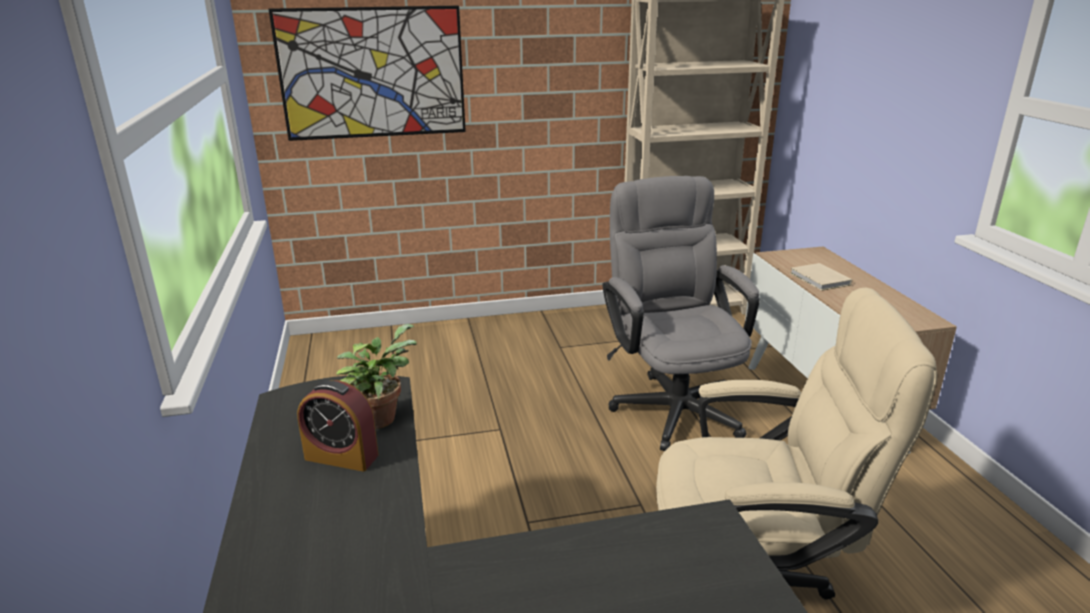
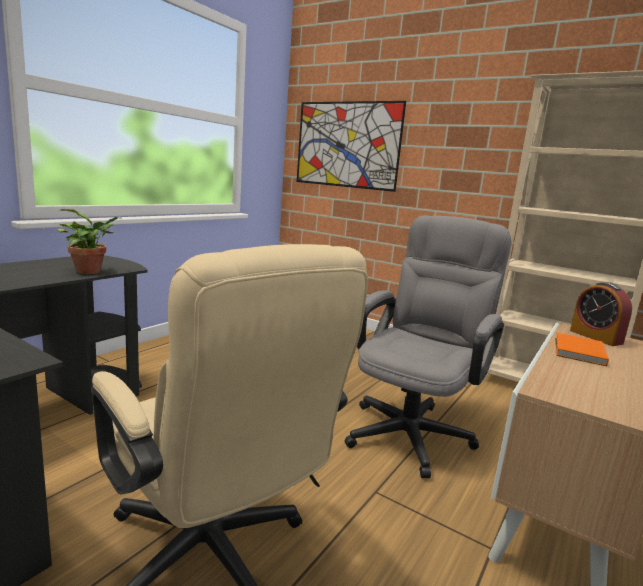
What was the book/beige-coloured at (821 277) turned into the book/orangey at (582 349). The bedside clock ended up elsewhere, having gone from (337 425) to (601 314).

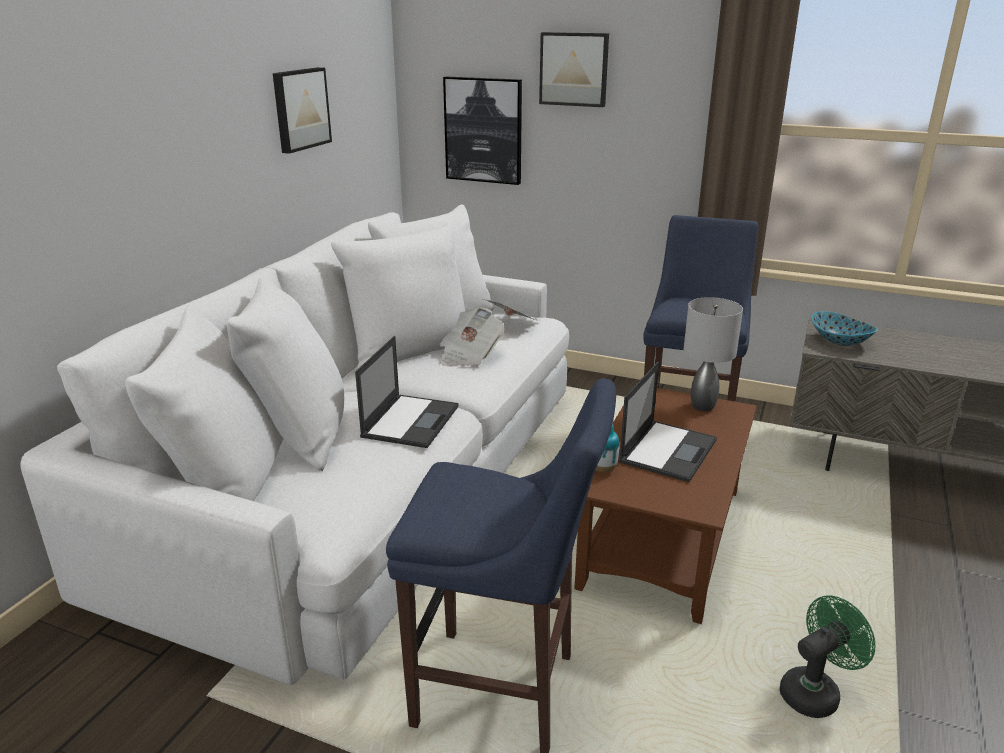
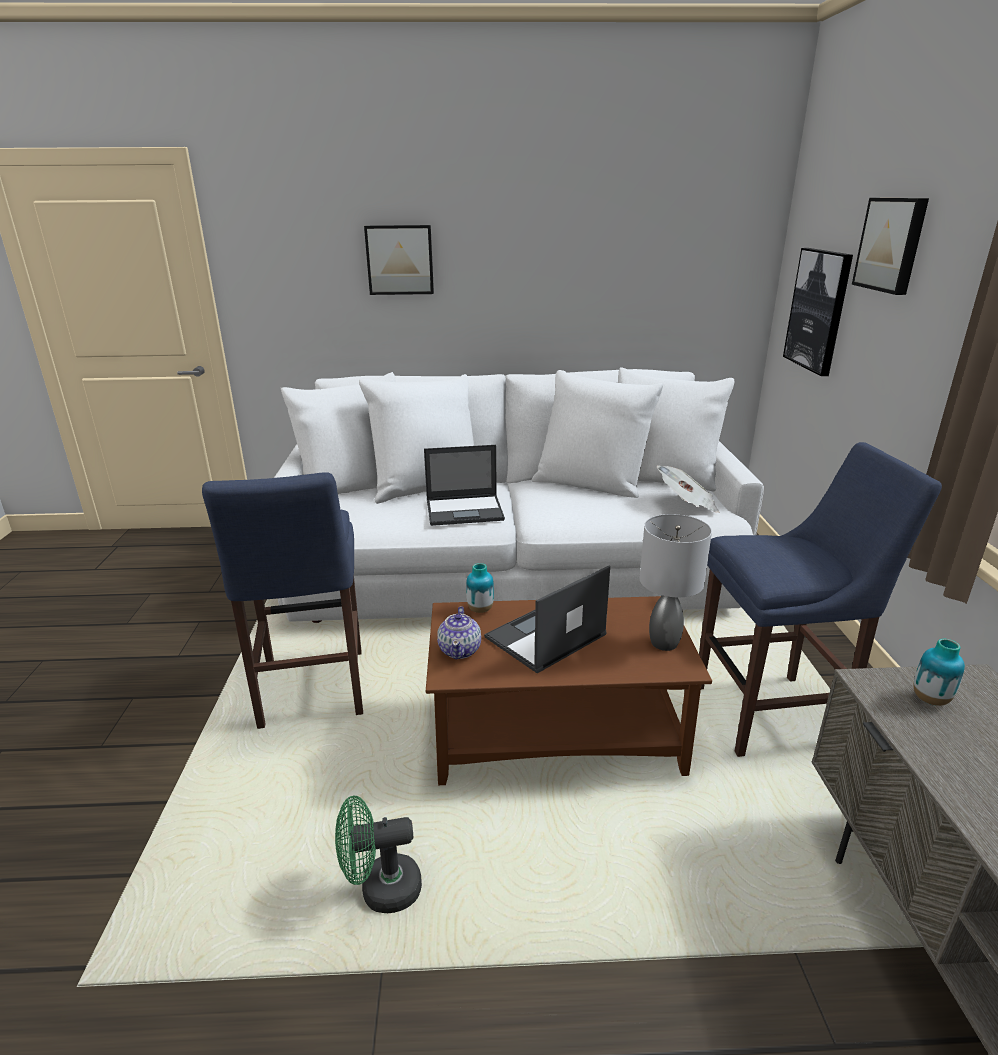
The cooling fan/green at (827 656) ended up facing another way, 135 degrees clockwise from before. The wall art ended up elsewhere, having gone from (302 110) to (399 260). The second view gained the tea pot at (459 633). The portable computer at (668 422) ended up facing another way, 135 degrees clockwise from before. Where the bowl stood at (844 328), the vase came to stand at (939 672). The second view lost the daily paper at (471 337).

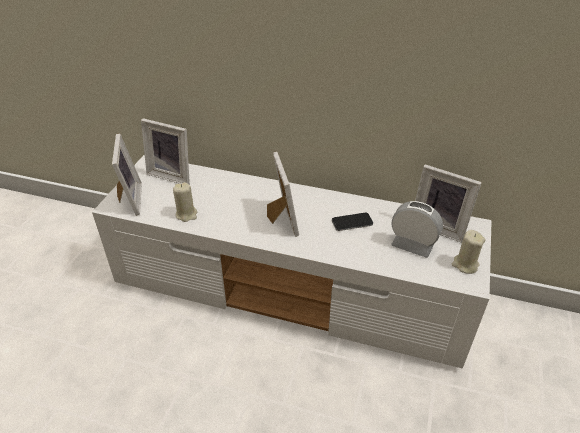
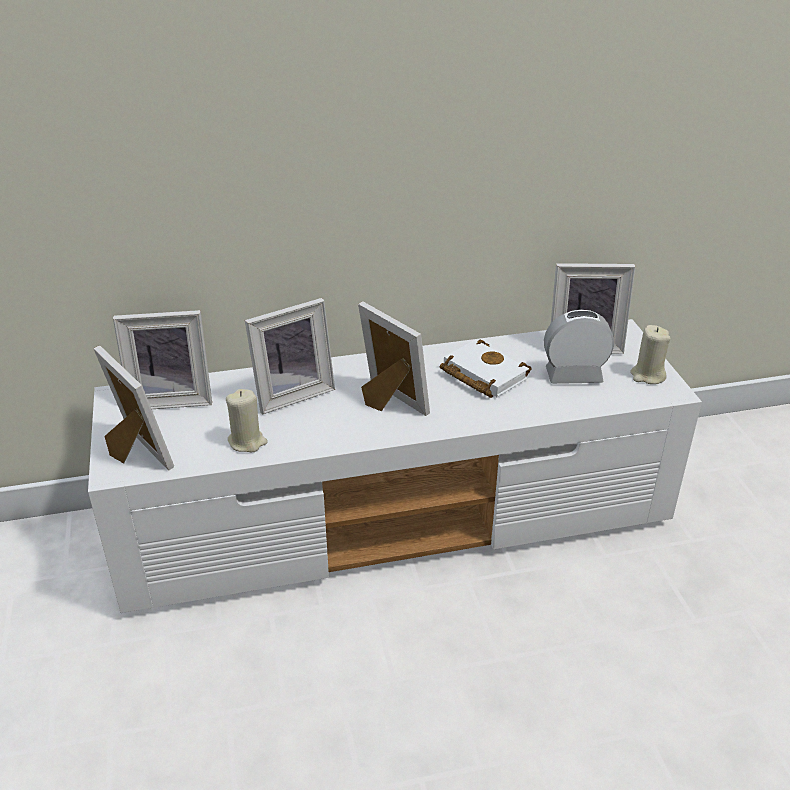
The second view gained the picture frame at (290 356). Where the telephone stood at (352 222), the book/white-coloured came to stand at (485 368).

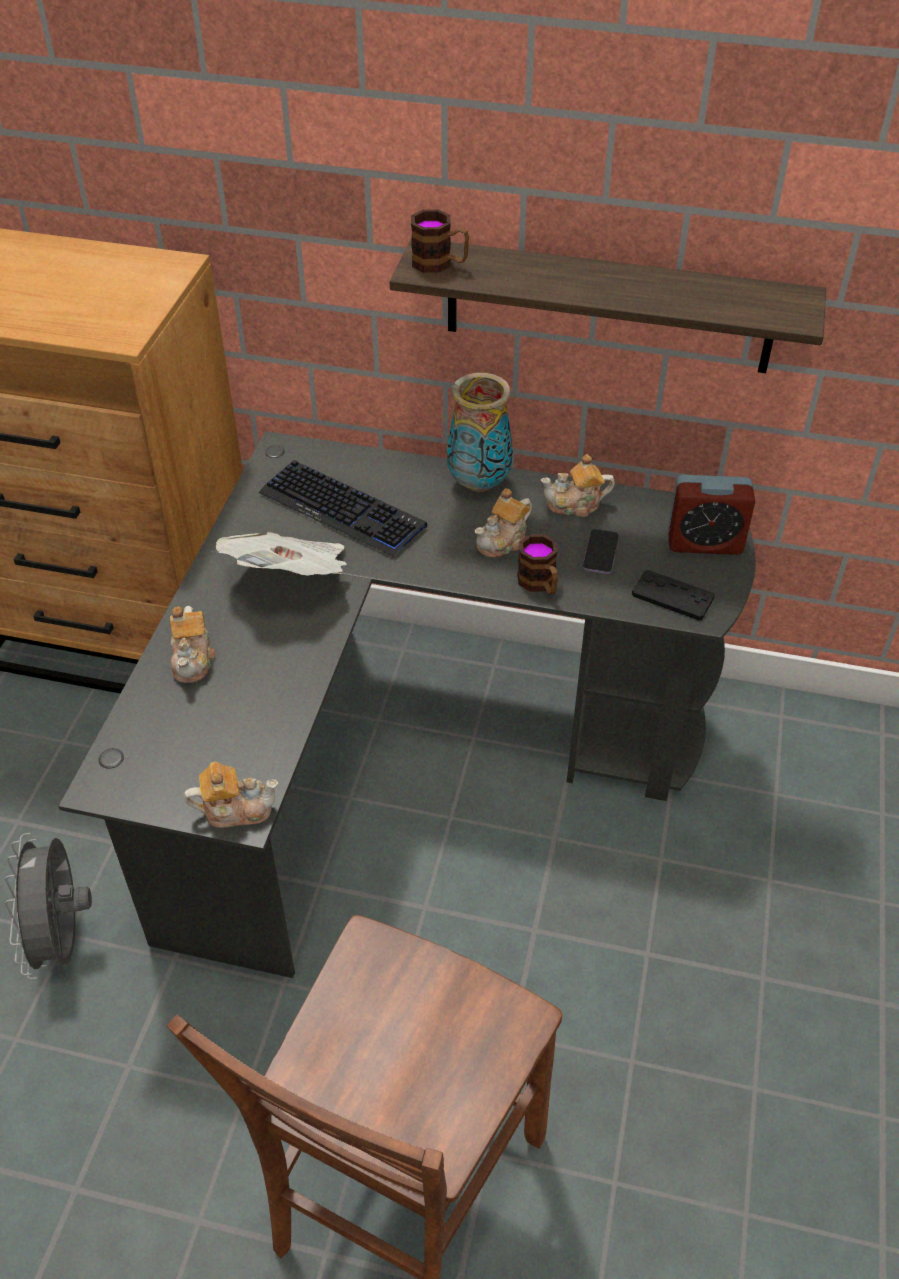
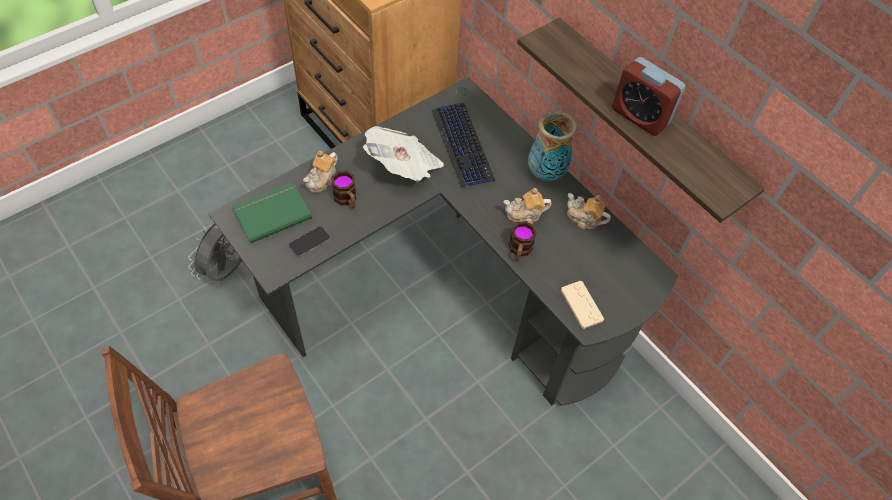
The second view gained the book/green at (272 212). The telephone ended up elsewhere, having gone from (600 551) to (309 241). The mug ended up elsewhere, having gone from (440 241) to (343 189). What was the game controller/black at (673 595) turned into the game controller/beige-coloured at (582 305). The bedside clock ended up elsewhere, having gone from (711 515) to (648 96). The second view lost the tea pot at (231 795).

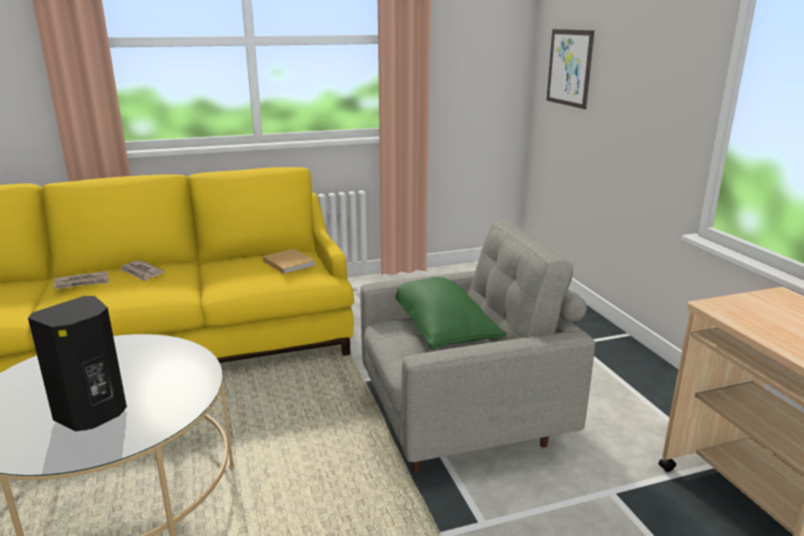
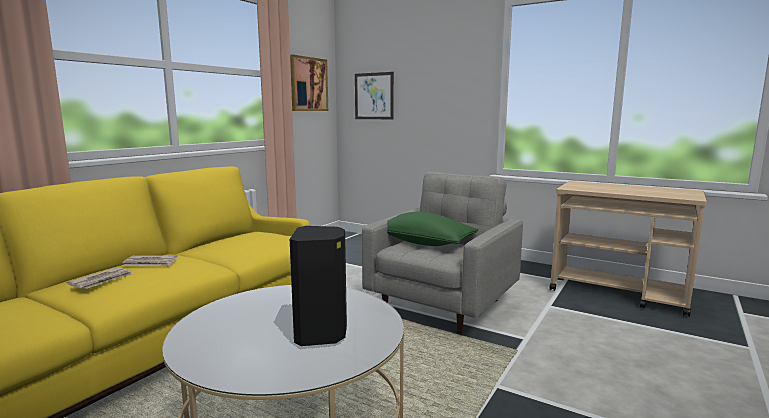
The second view gained the wall art at (309 82). The second view lost the book/beige-coloured at (289 261).

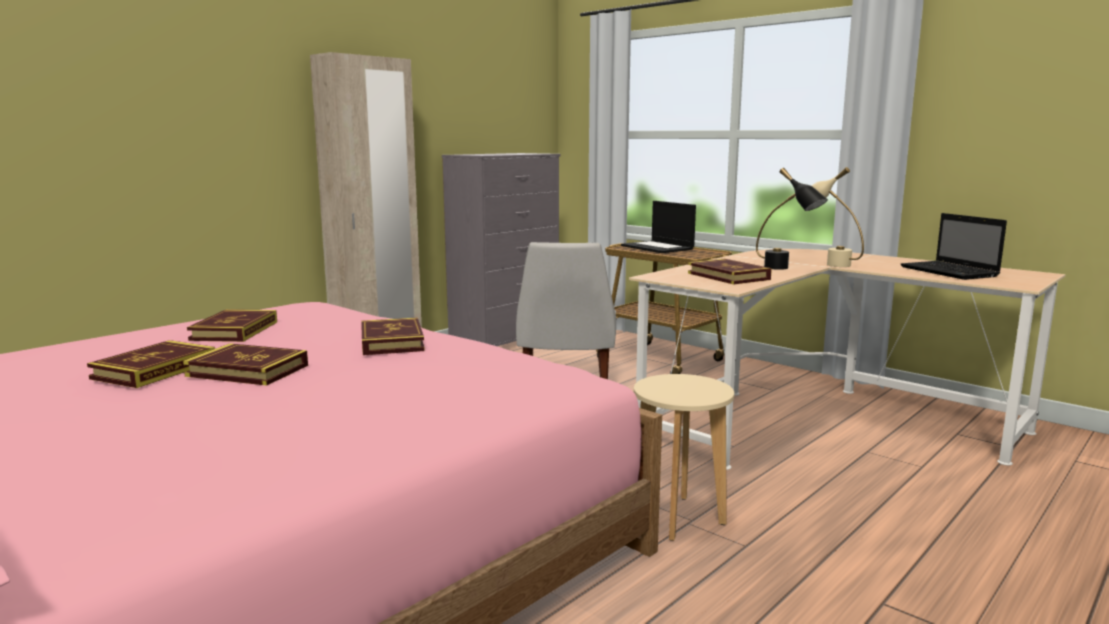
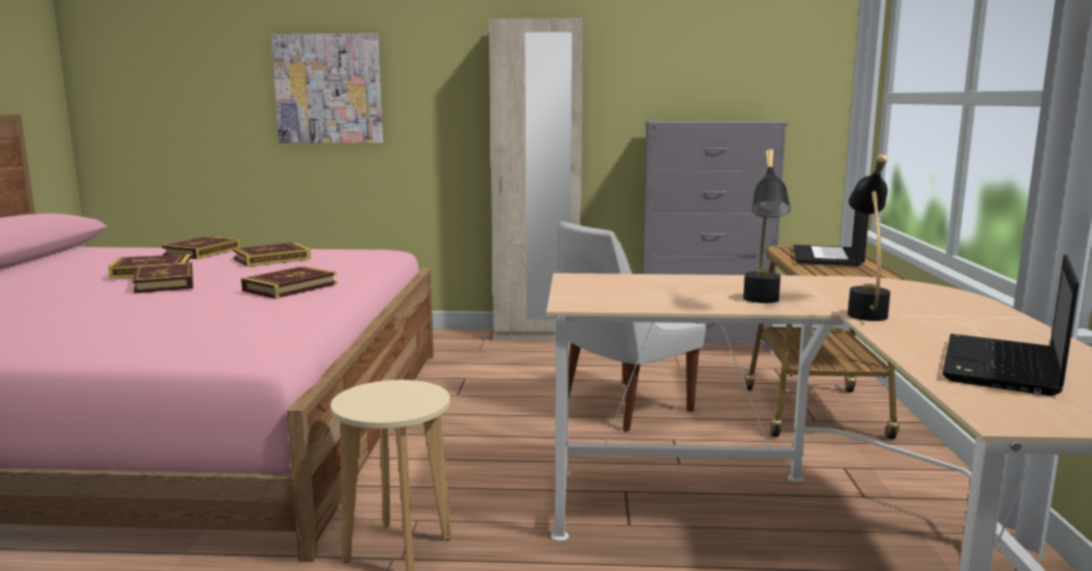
The book ended up elsewhere, having gone from (730 272) to (201 247). The second view gained the wall art at (327 88). What was the table lamp/beige-coloured at (837 217) turned into the table lamp/black at (869 237).

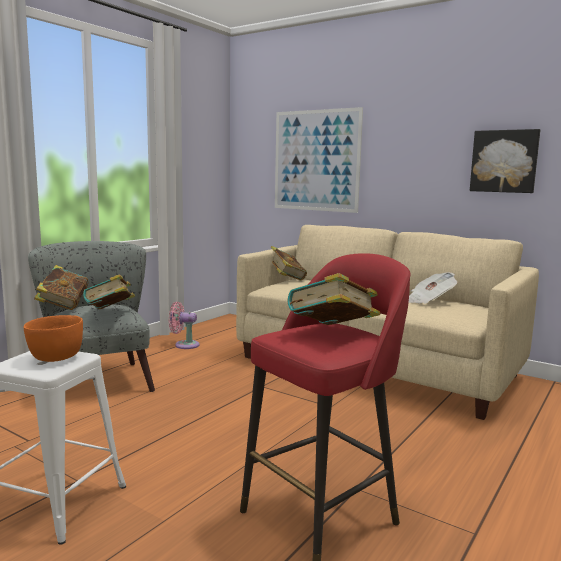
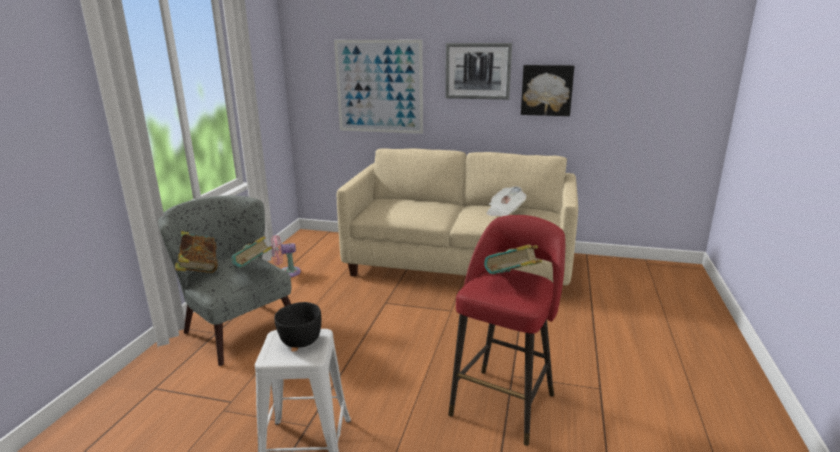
What was the bowl/orangey at (53 338) turned into the bowl/black at (297 324). The second view gained the wall art at (478 71). The second view lost the book at (289 263).

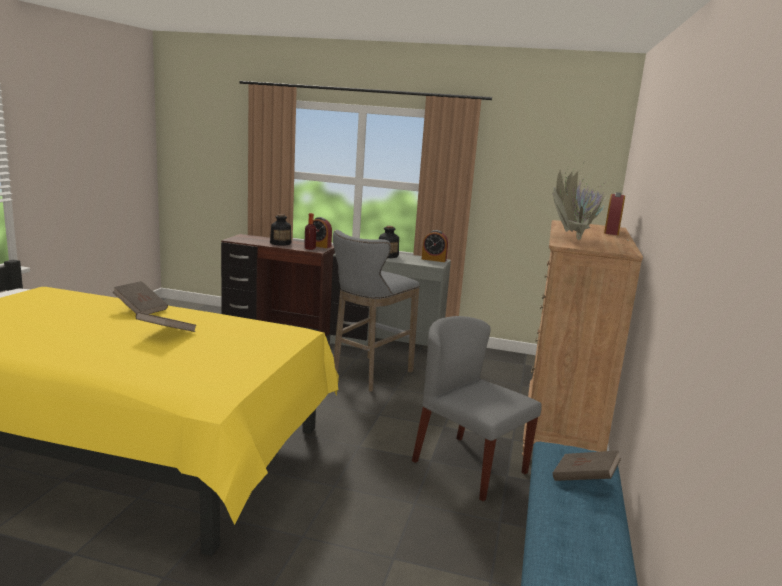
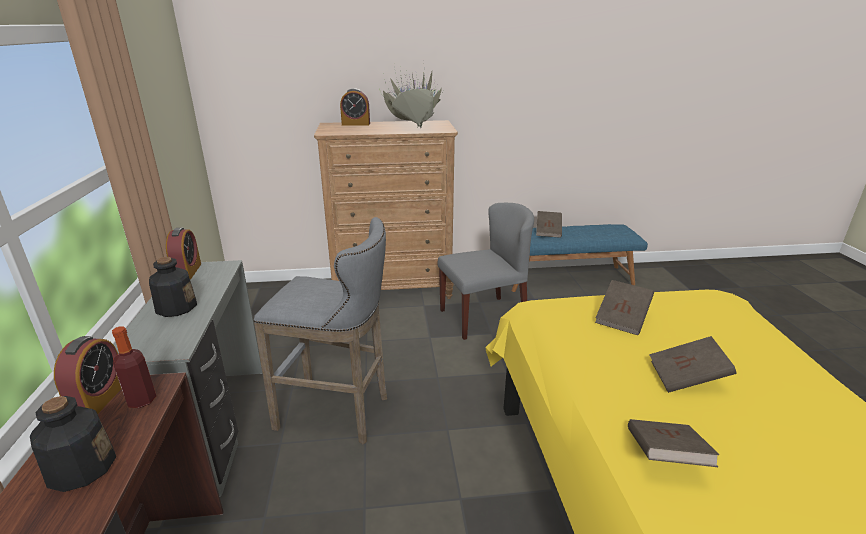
The upright chair/grey at (477 408) ended up facing another way, 135 degrees counterclockwise from before. The second view gained the book/brown-coloured at (624 307).

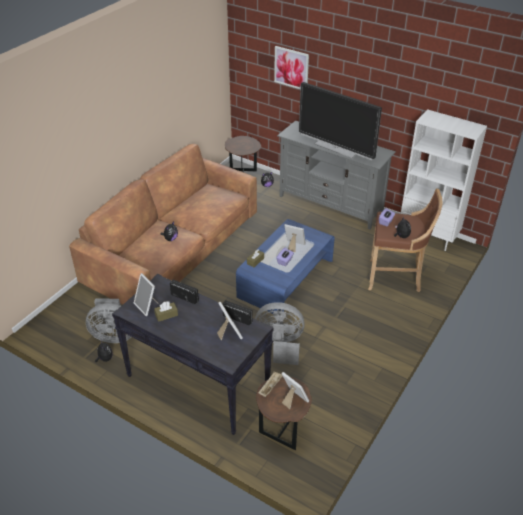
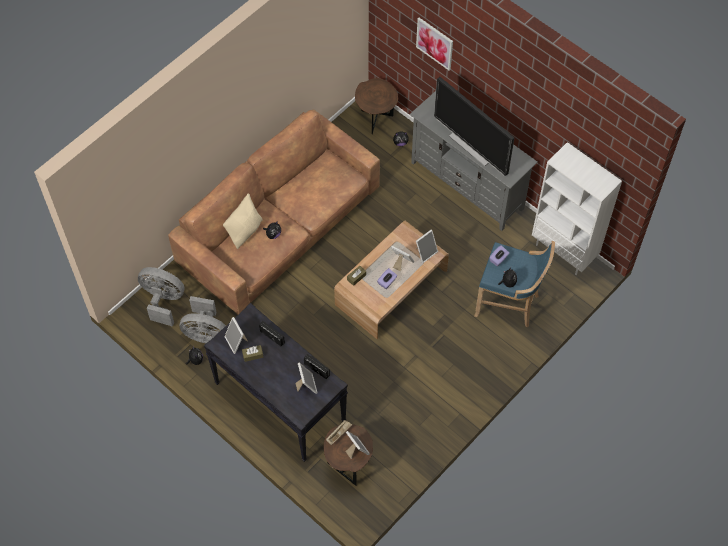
The cooling fan/grey ended up elsewhere, having gone from (280 333) to (161 297). The second view gained the pillow/beige-coloured at (243 221). What was the coffee table/blue at (285 266) turned into the coffee table/brown-coloured at (391 280). The second view gained the picture frame at (427 246). What was the stool/brown-coloured at (405 240) turned into the stool/blue at (514 284).

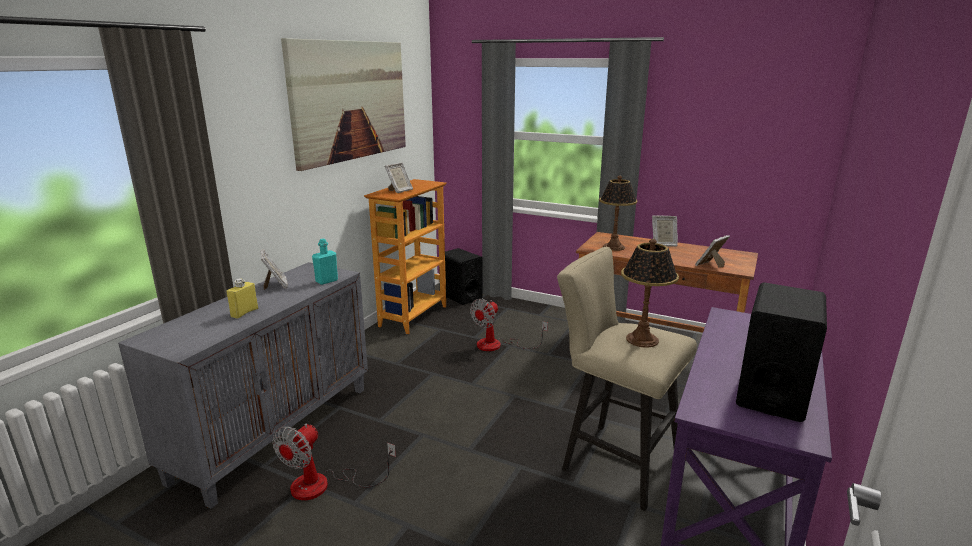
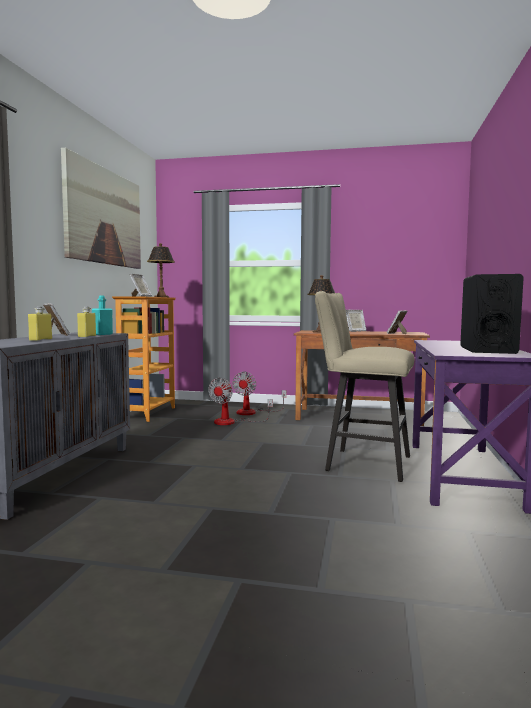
The second view gained the bottle/yellow at (86 322). The table lamp ended up elsewhere, having gone from (650 293) to (161 270). The cooling fan ended up elsewhere, having gone from (334 462) to (259 393). The second view lost the speaker/black at (461 276).

